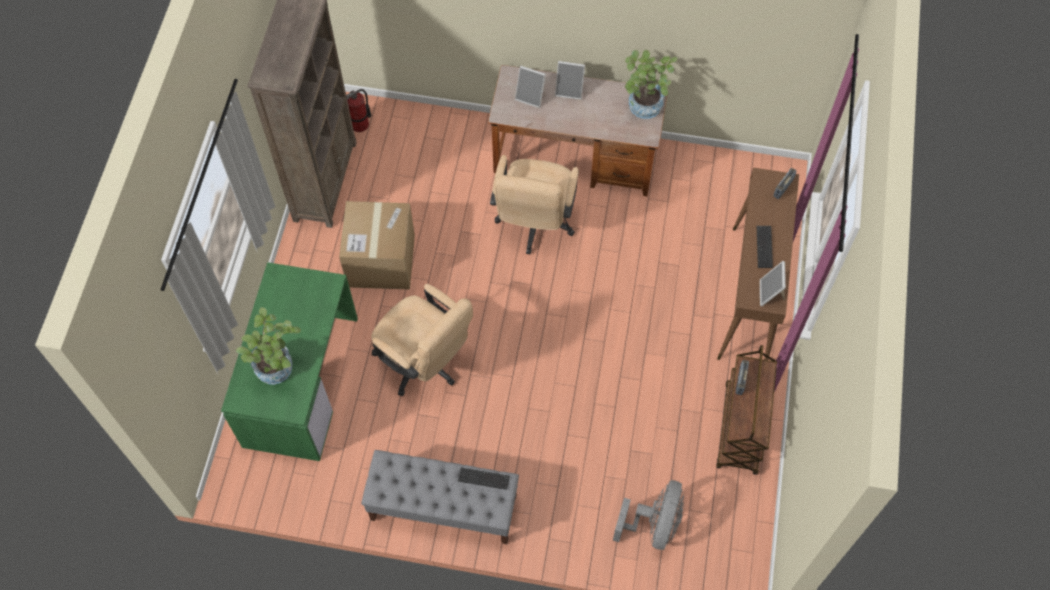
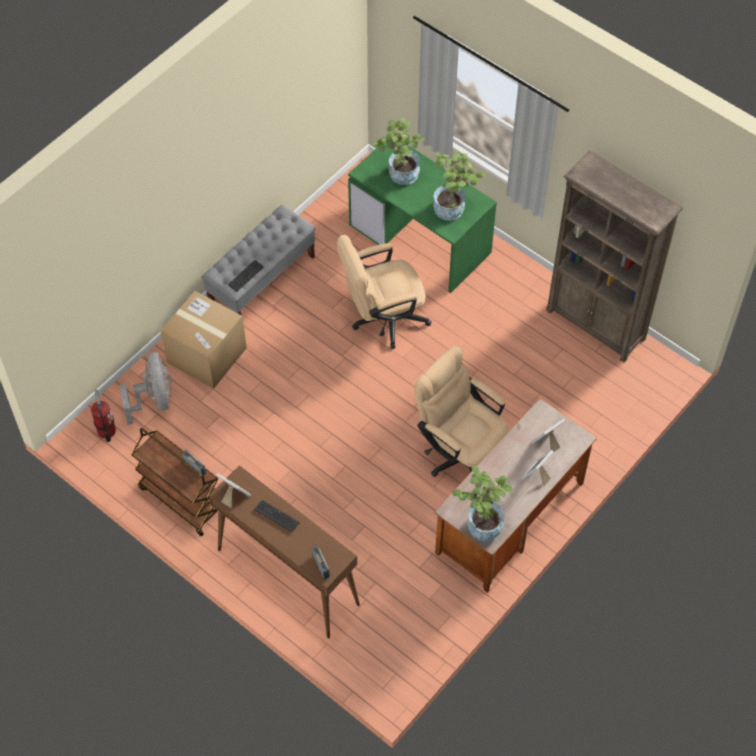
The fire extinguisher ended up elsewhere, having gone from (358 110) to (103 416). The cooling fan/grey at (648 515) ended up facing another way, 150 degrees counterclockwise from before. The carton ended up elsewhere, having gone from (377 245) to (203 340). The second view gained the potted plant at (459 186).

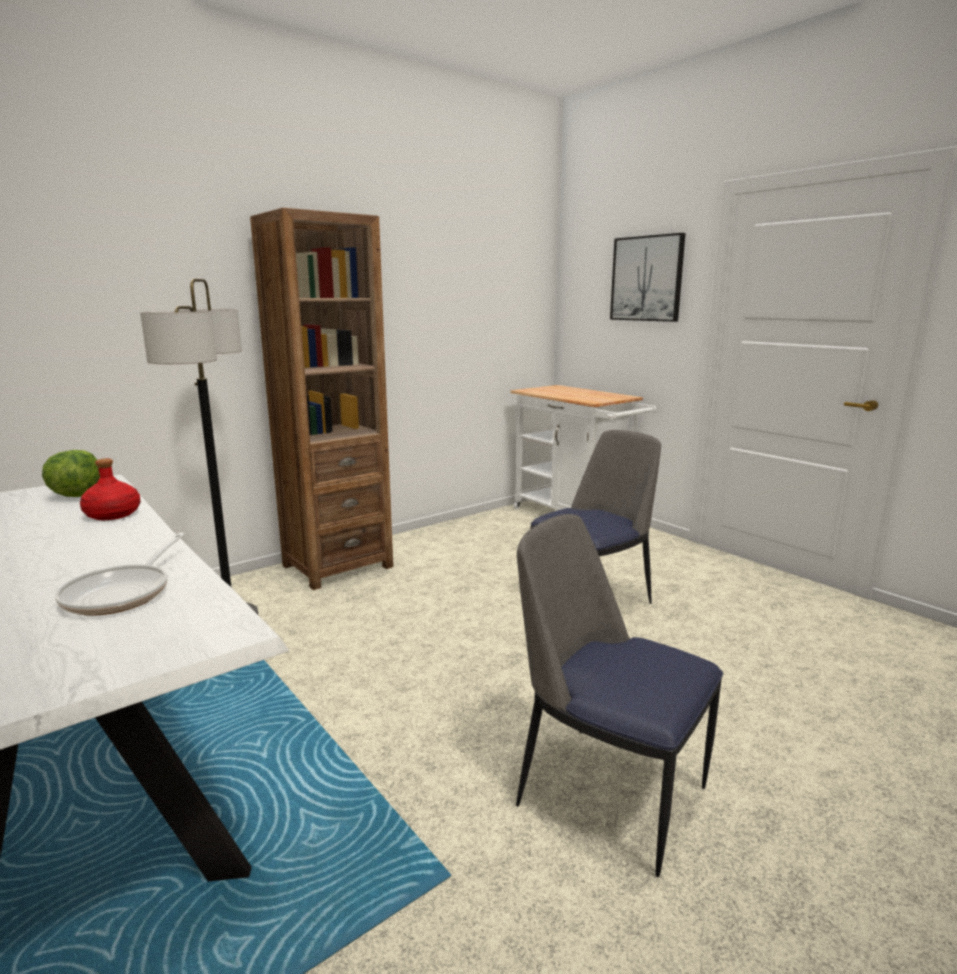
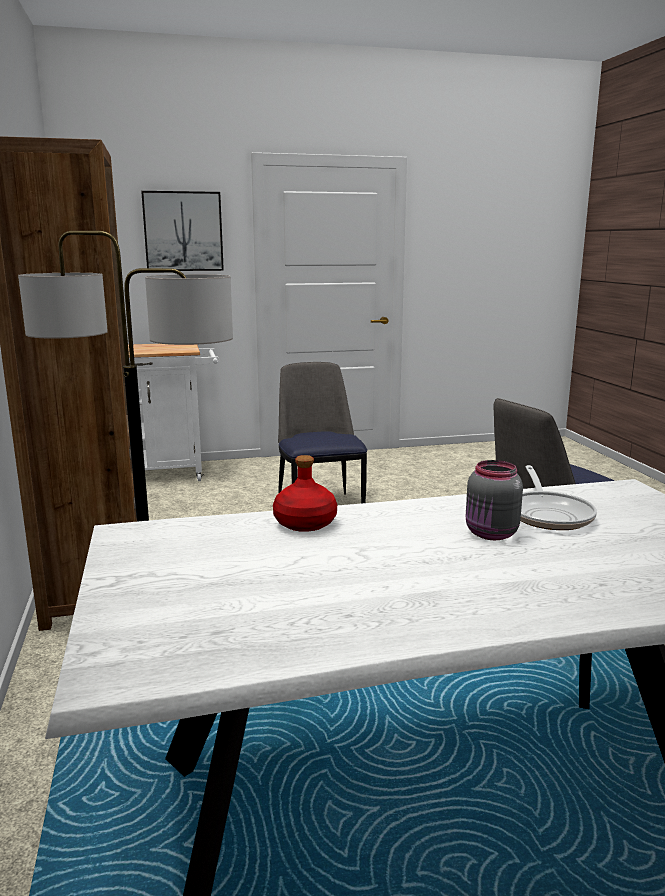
The second view gained the storage jar/grey at (494 500). The frying pan at (120 574) ended up facing another way, 60 degrees clockwise from before. The second view lost the lettuce head at (71 473).

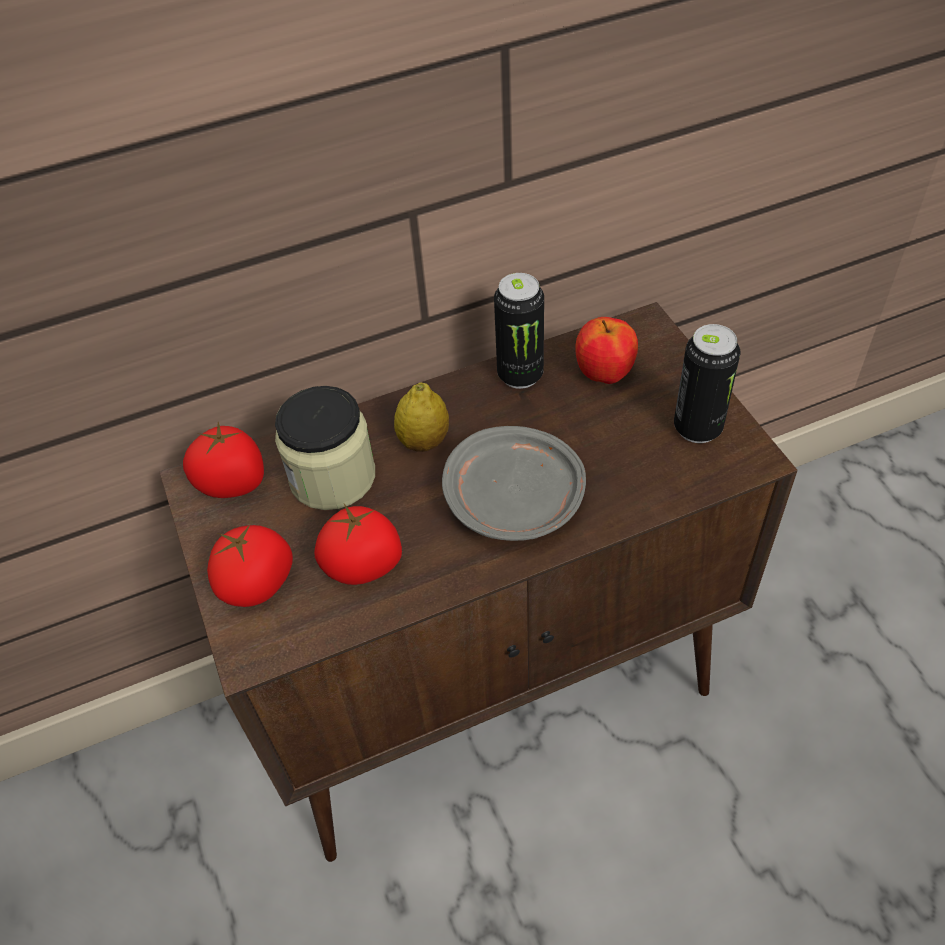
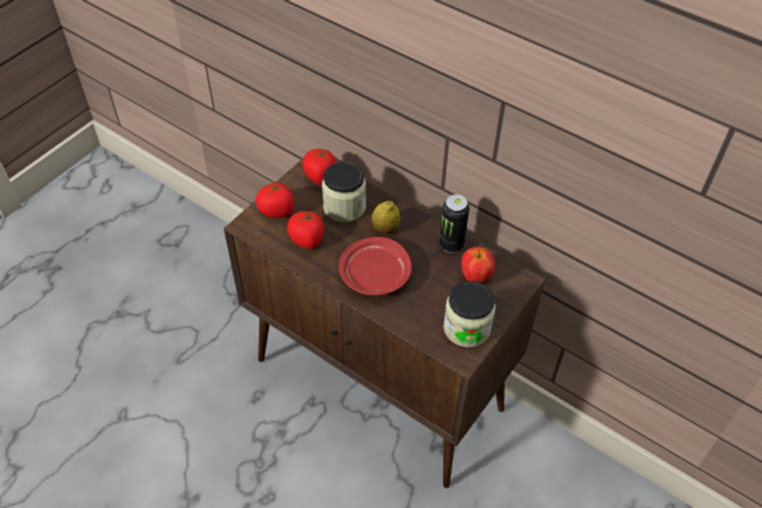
What was the plate/grey at (514 483) turned into the plate/reddish at (375 266). Where the sealed can stood at (707 383), the storage jar came to stand at (469 314).

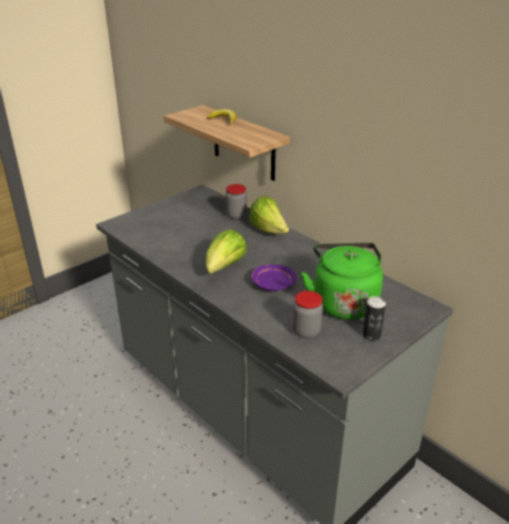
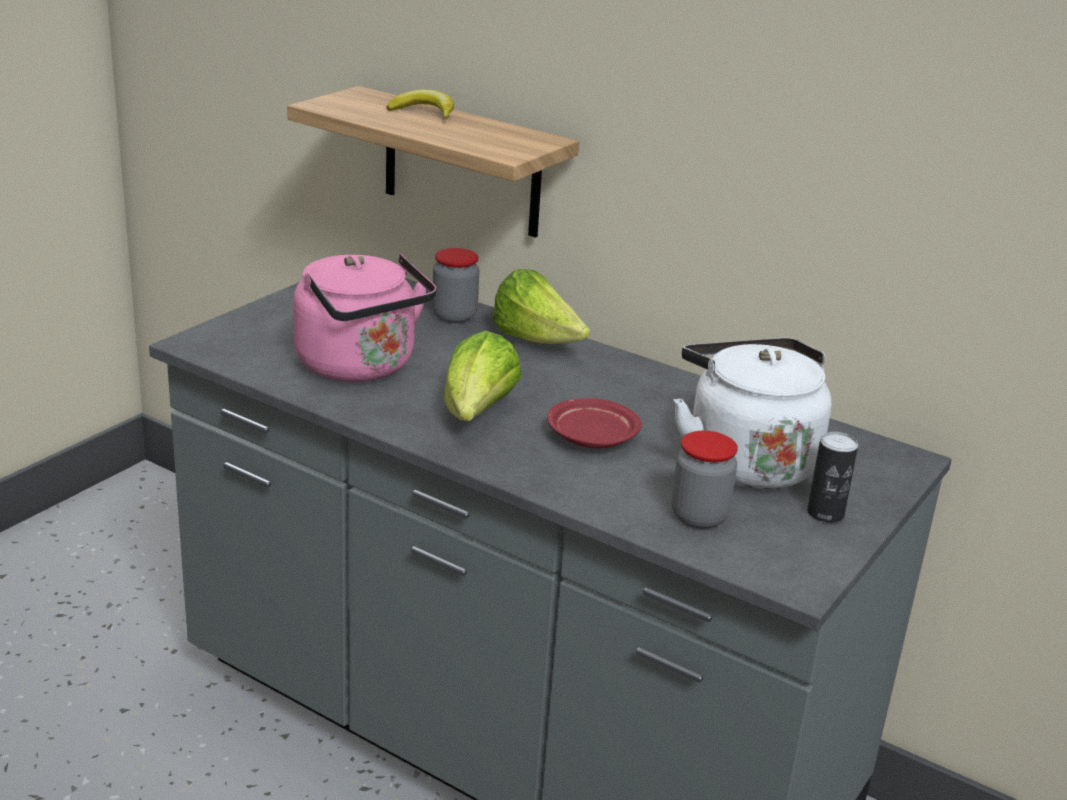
The second view gained the kettle/pinkish at (365 318). What was the plate/purple-coloured at (273 277) turned into the plate/reddish at (594 423). What was the kettle/green at (342 281) turned into the kettle/white-coloured at (752 413).

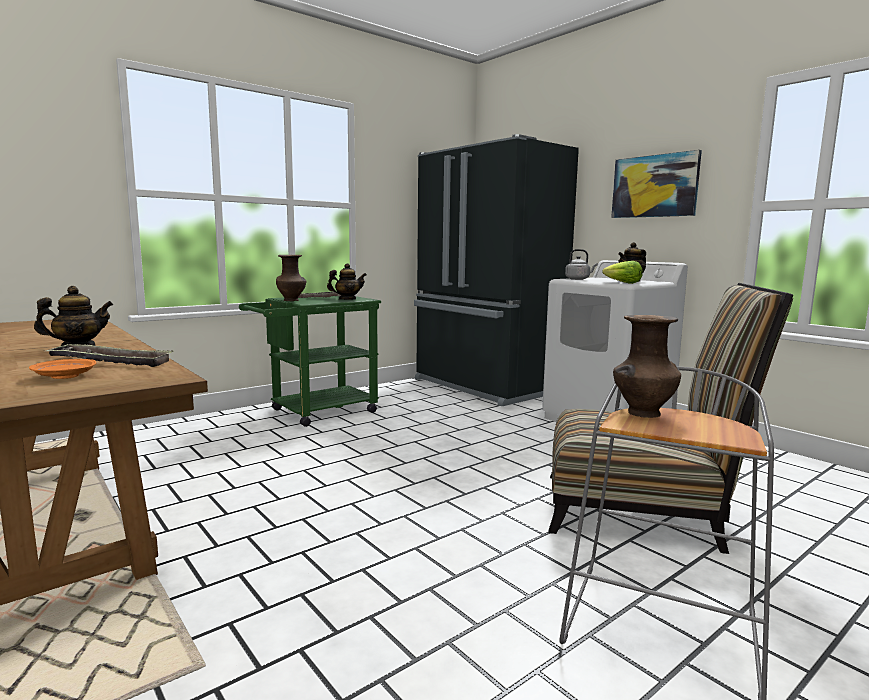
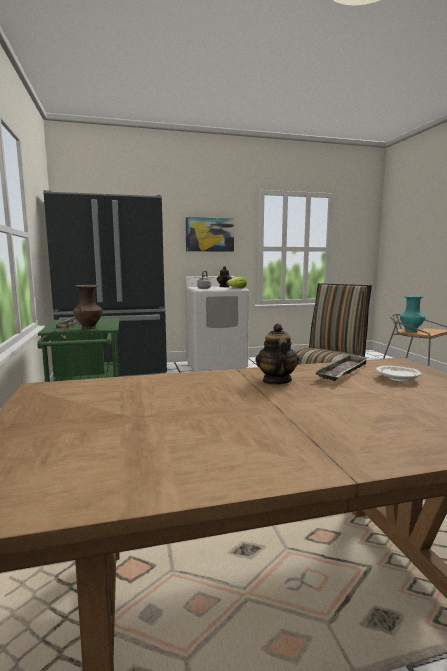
What was the plate/orangey at (62 369) turned into the plate/white-coloured at (398 373). What was the vase/brown-coloured at (647 366) turned into the vase/turquoise at (412 313). The second view lost the tea pot at (346 281).

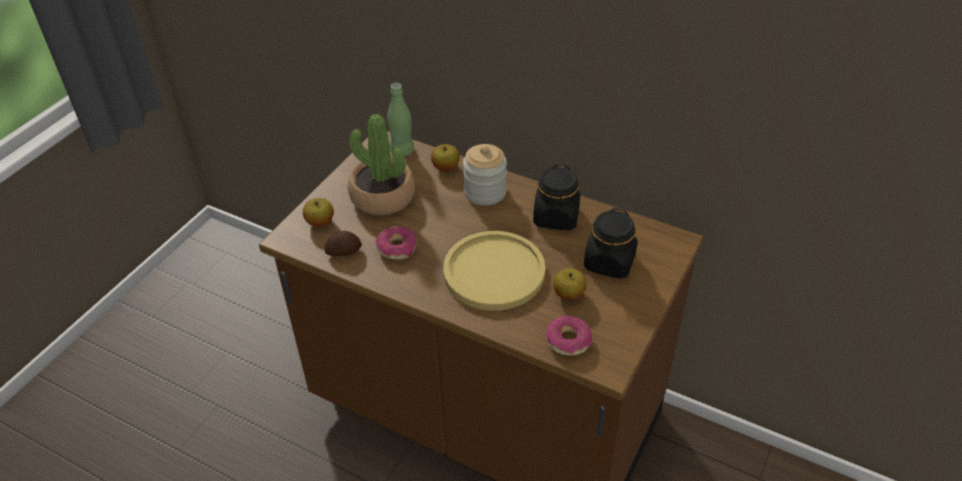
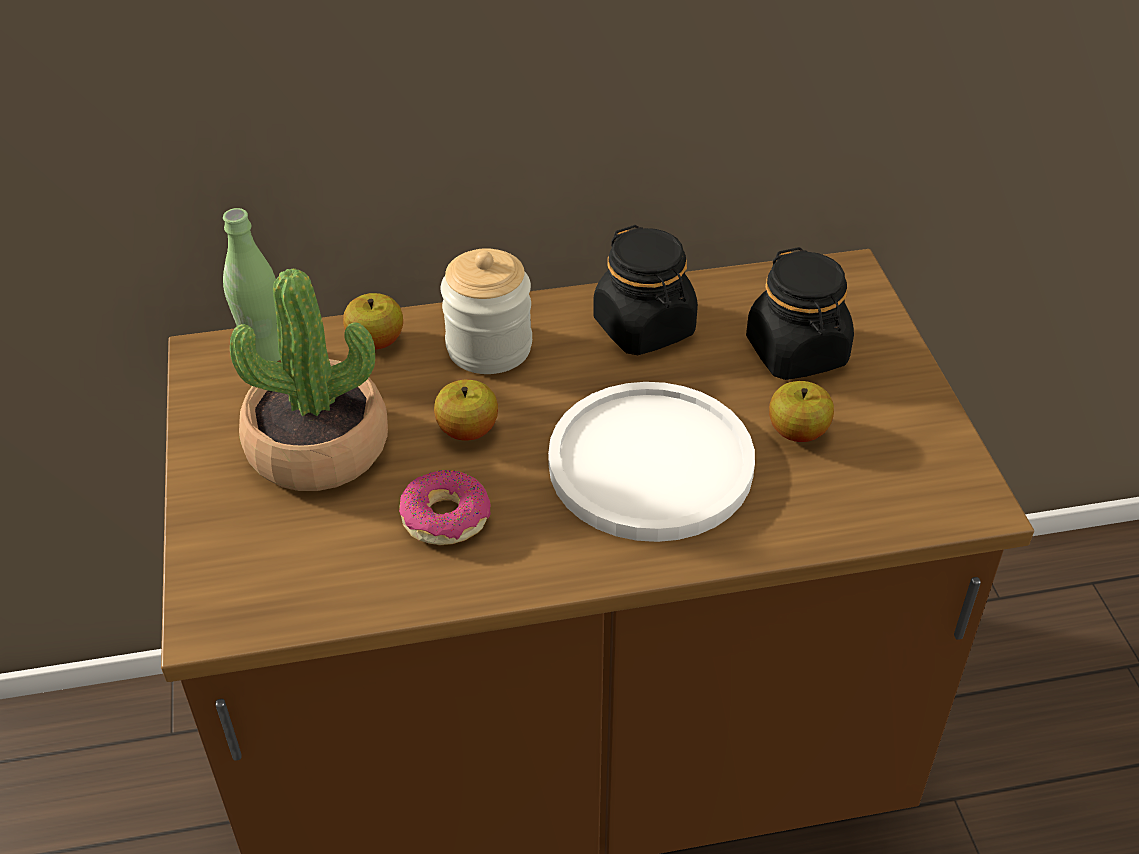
The whole apple ended up elsewhere, having gone from (318 212) to (466 410). What was the plate/yellow at (494 271) turned into the plate/white-coloured at (651 462). The second view lost the potato at (343 243). The second view lost the ring doughnut at (569 336).

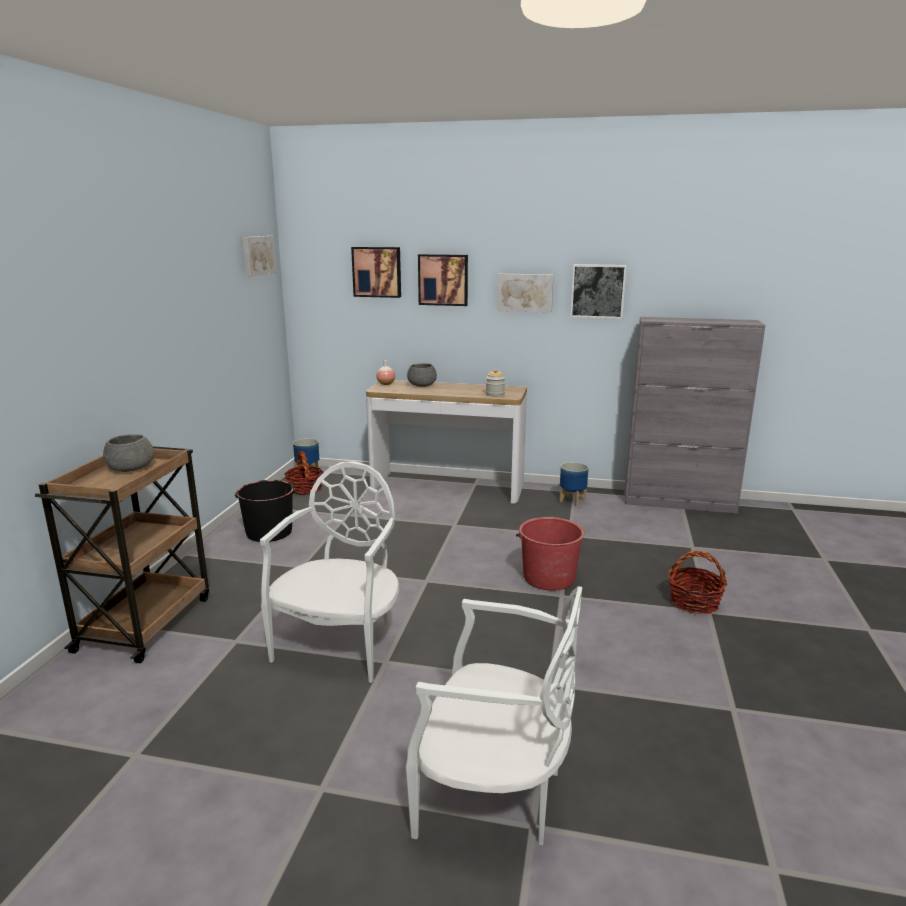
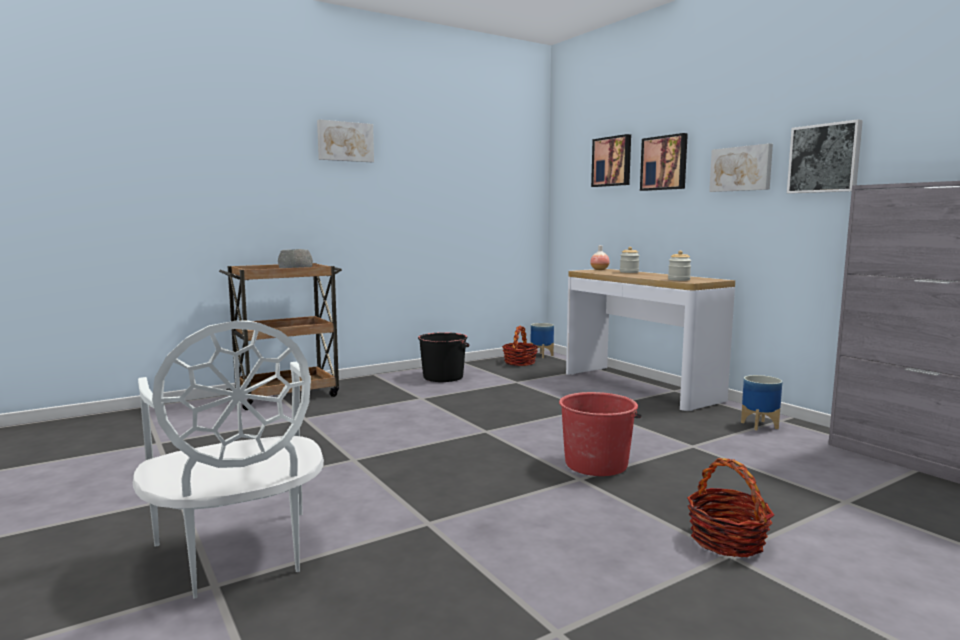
The wall art ended up elsewhere, having gone from (259 256) to (345 140). Where the bowl/grey stood at (422 375), the storage jar came to stand at (630 260). The second view lost the upright chair/white-coloured at (330 572).

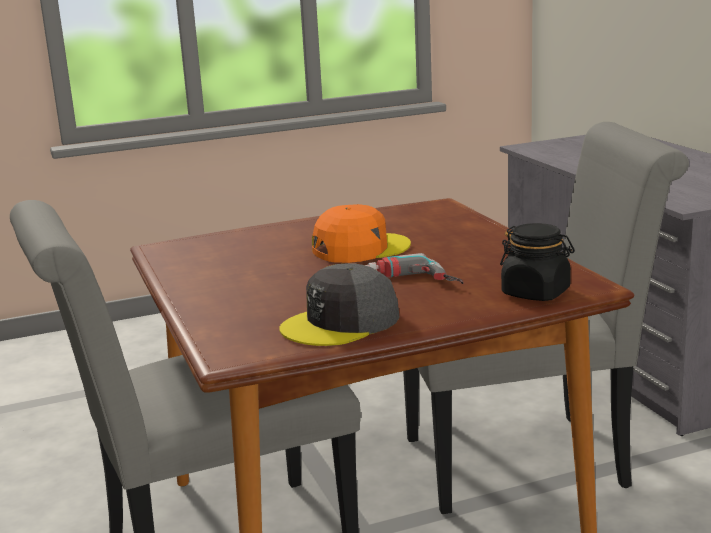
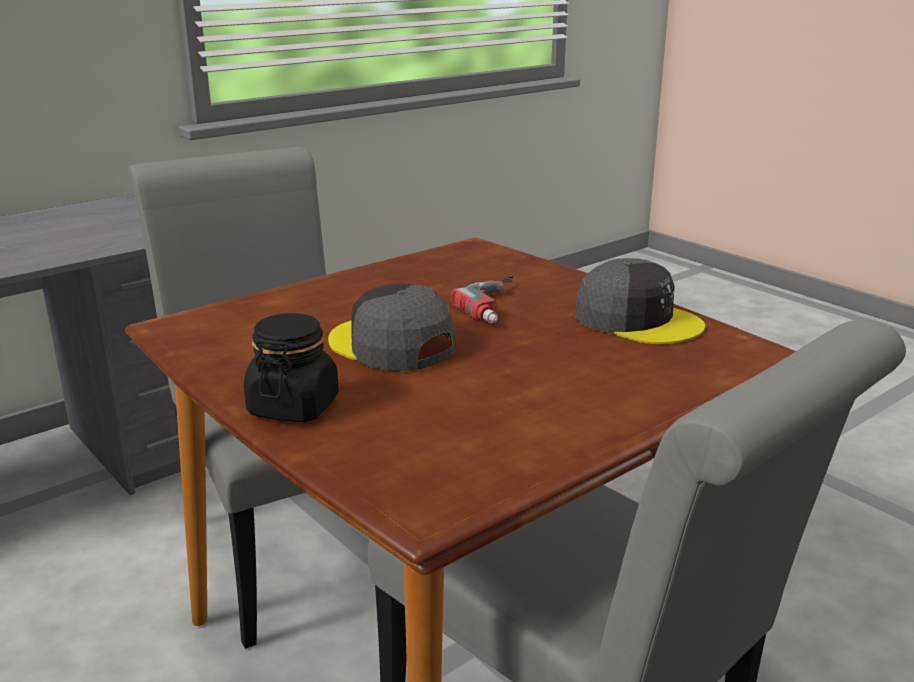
The storage jar/black ended up elsewhere, having gone from (537 262) to (291 367). What was the cap/orangey at (361 233) turned into the cap/grey at (392 327).

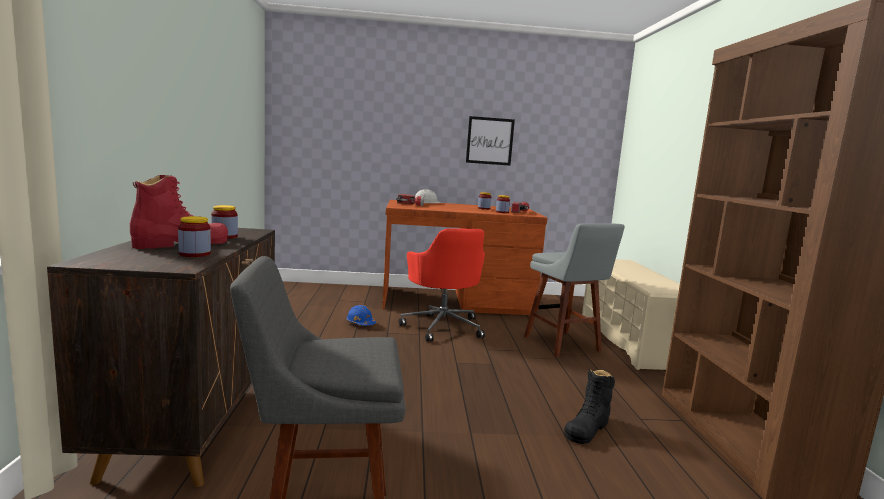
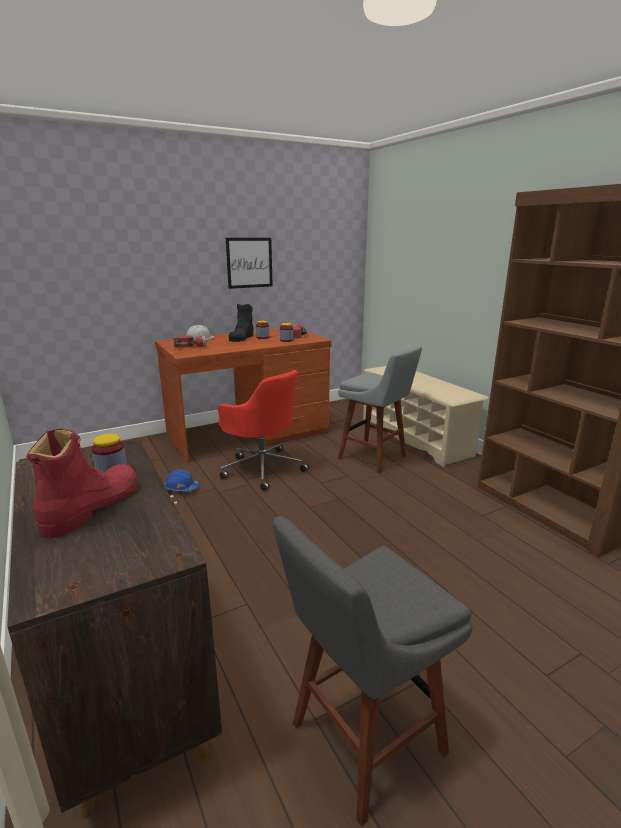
The high-top boot/black ended up elsewhere, having gone from (589 406) to (241 323). The second view lost the storage jar at (194 236).

